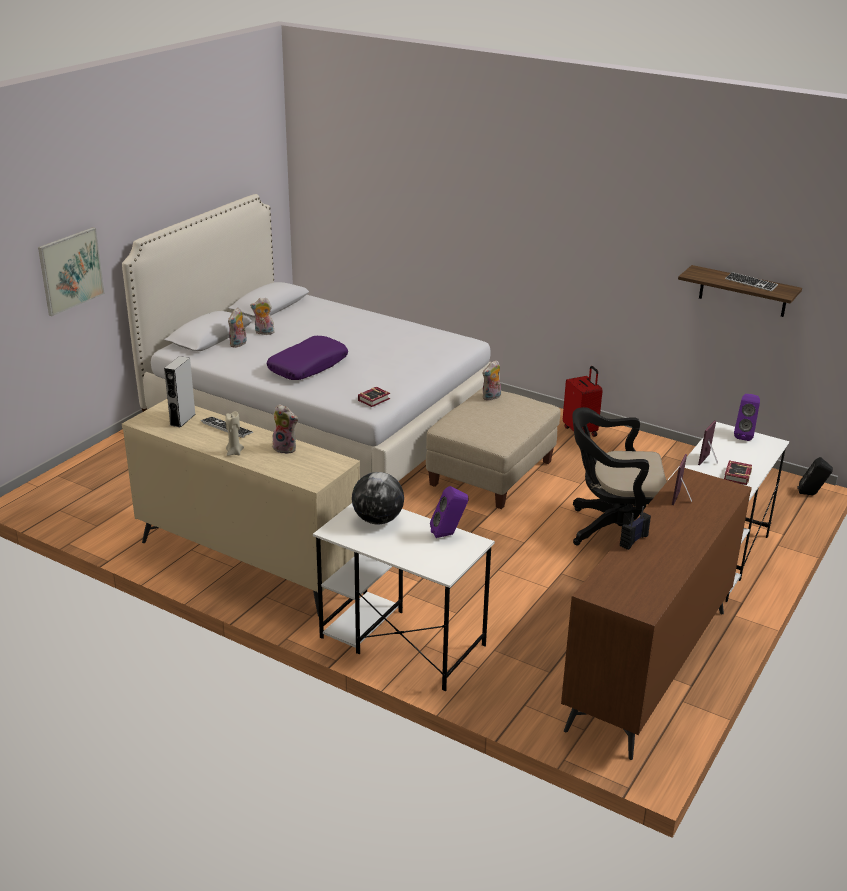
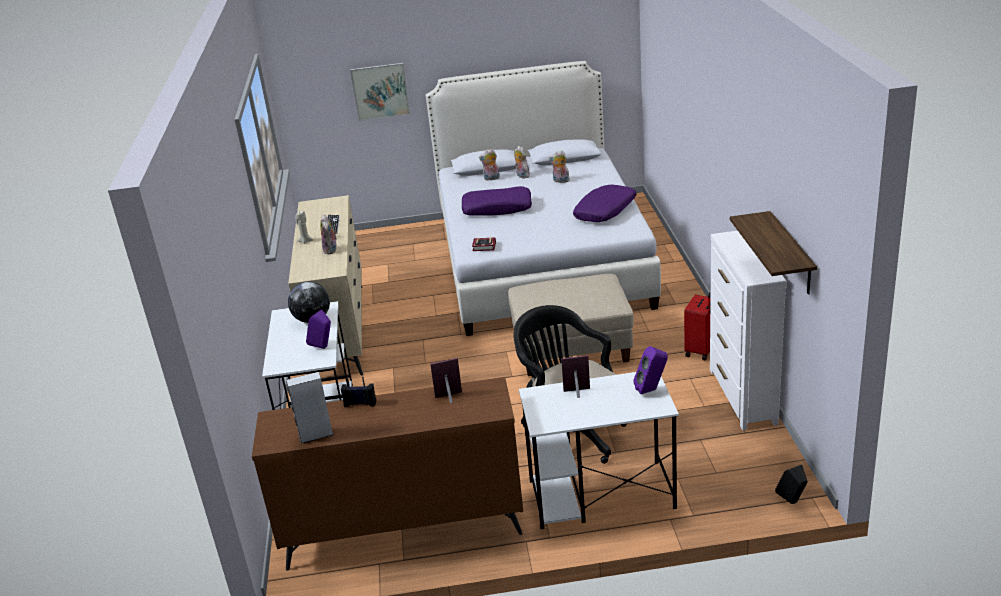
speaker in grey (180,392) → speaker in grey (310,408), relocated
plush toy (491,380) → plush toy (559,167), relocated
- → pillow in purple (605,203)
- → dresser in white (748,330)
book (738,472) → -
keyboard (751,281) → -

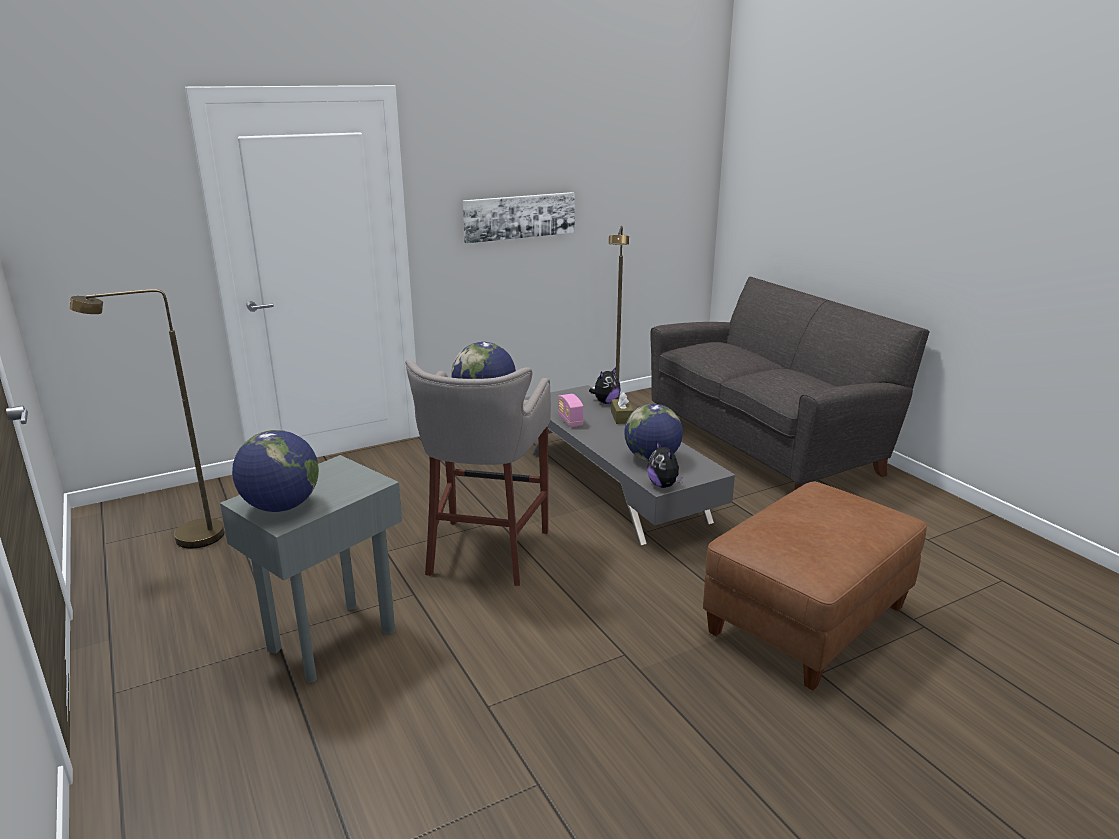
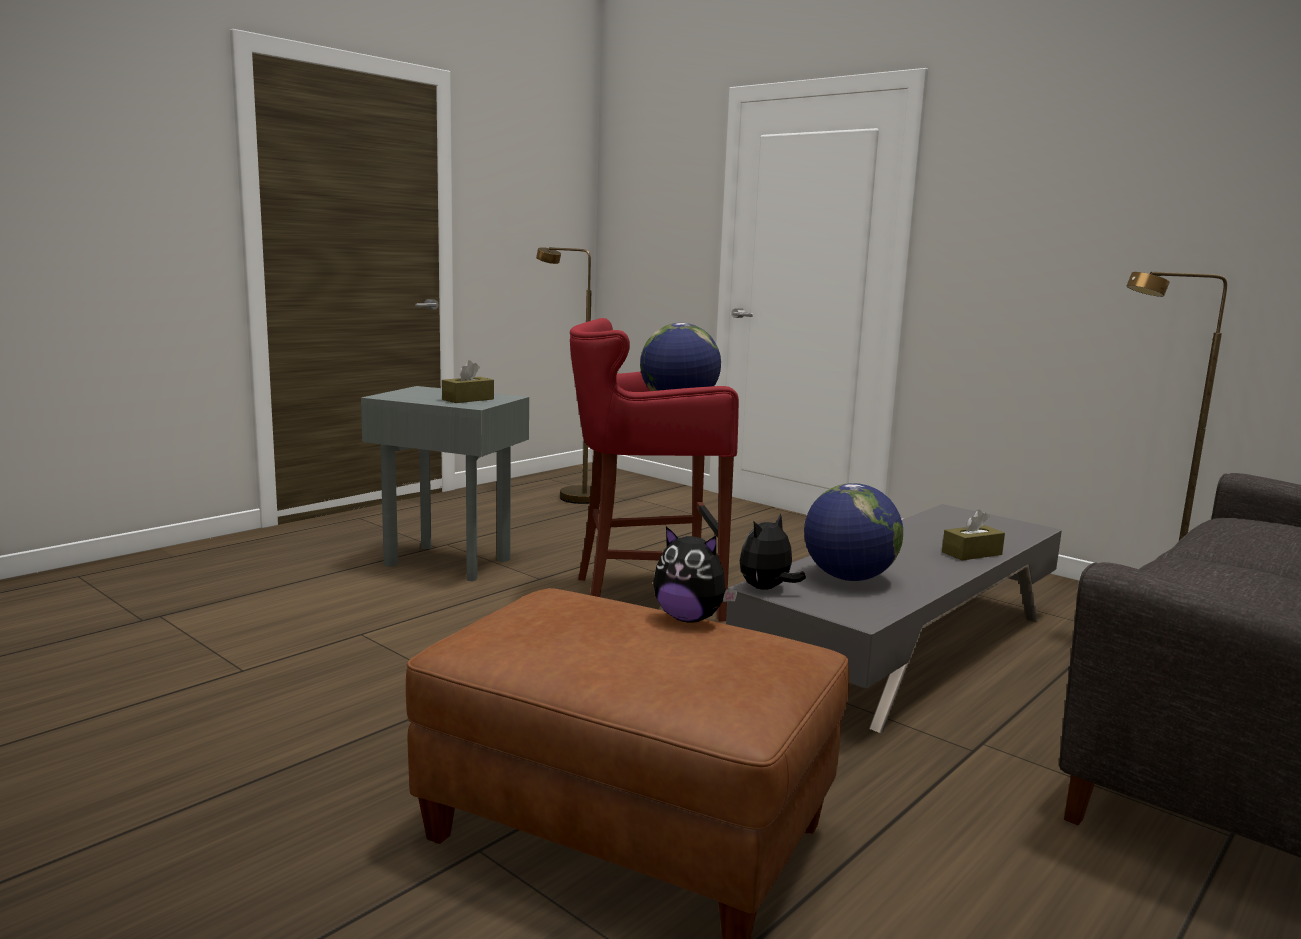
- → tissue box in brown (468,381)
stool in grey (478,473) → stool in red (654,470)
plush toy (605,385) → plush toy (695,574), relocated
globe (275,471) → -
picture (518,218) → -
radio (570,410) → -

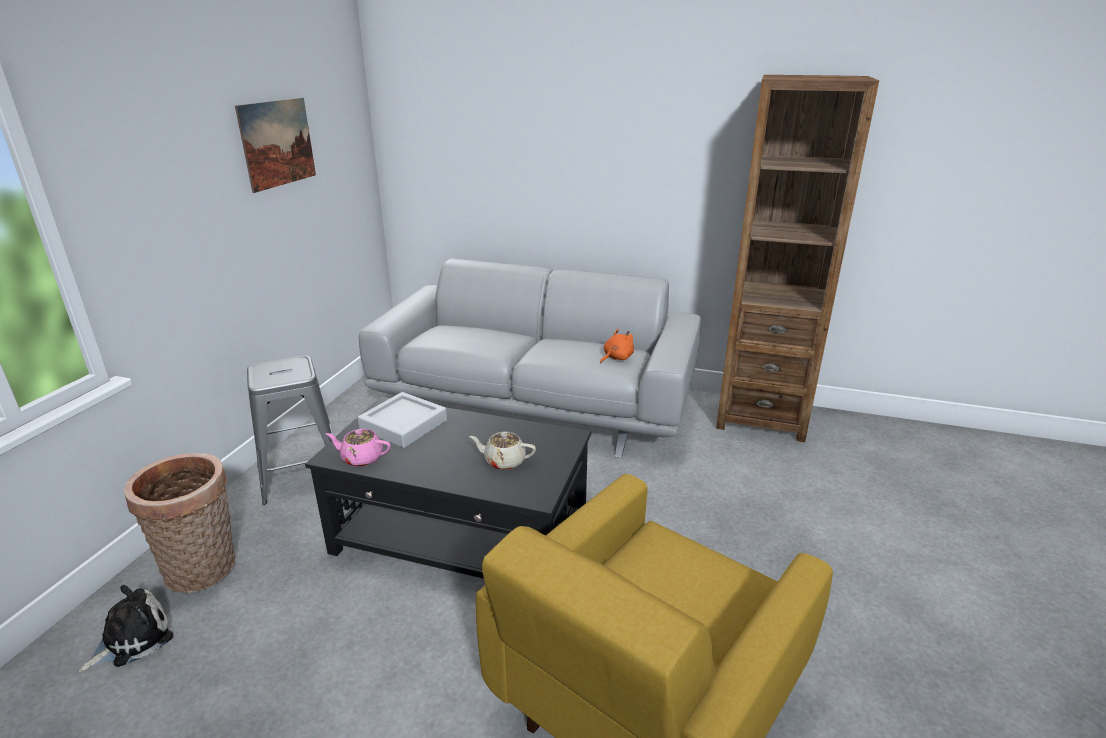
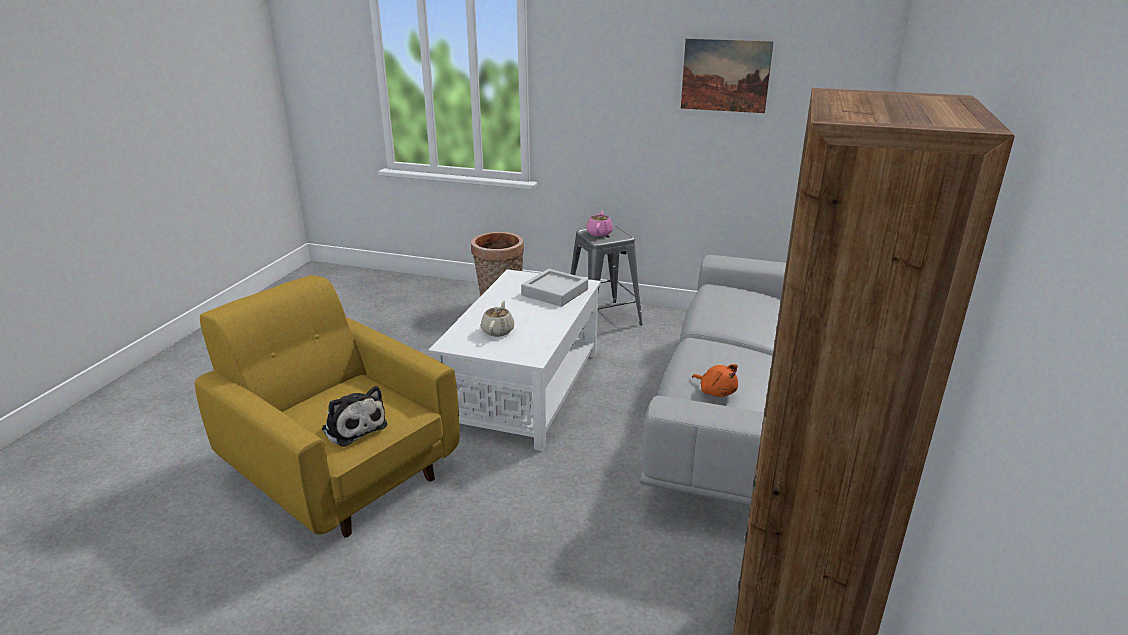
plush toy (126,628) → plush toy (354,416), relocated
coffee table in black (448,488) → coffee table in white (514,360)
teapot in pink (358,448) → teapot in pink (599,224), relocated

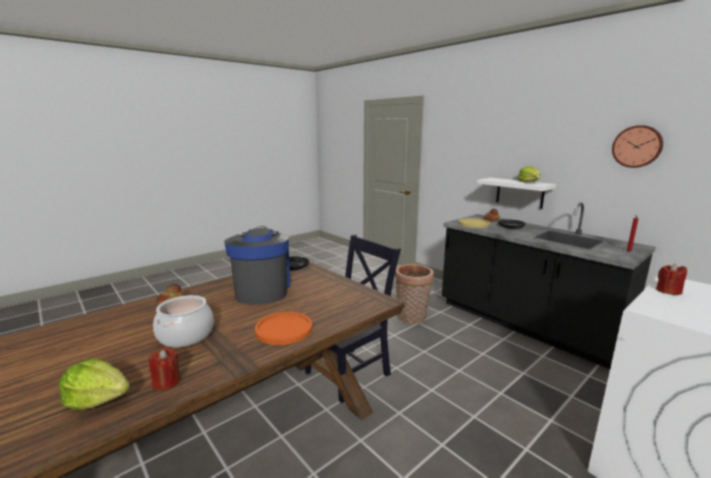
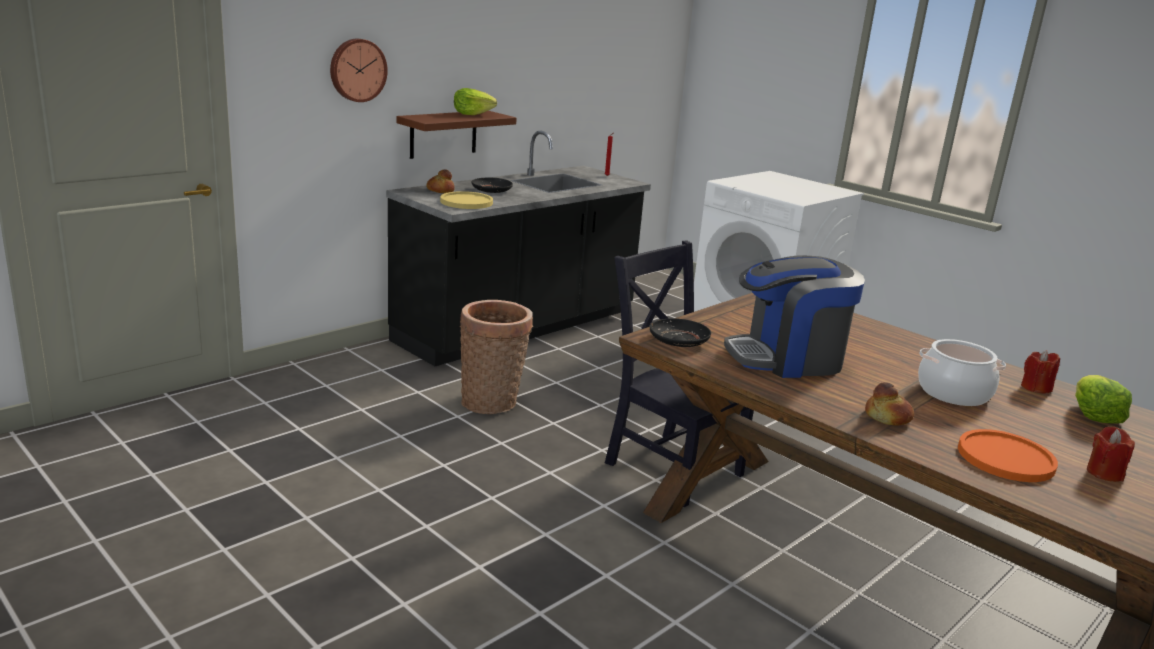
wall clock (637,146) → wall clock (359,70), relocated
shelf in white (516,193) → shelf in brown (457,135)
plate in orange (283,328) → plate in orange (1008,455), relocated
candle in red (671,279) → candle in red (1111,454), relocated

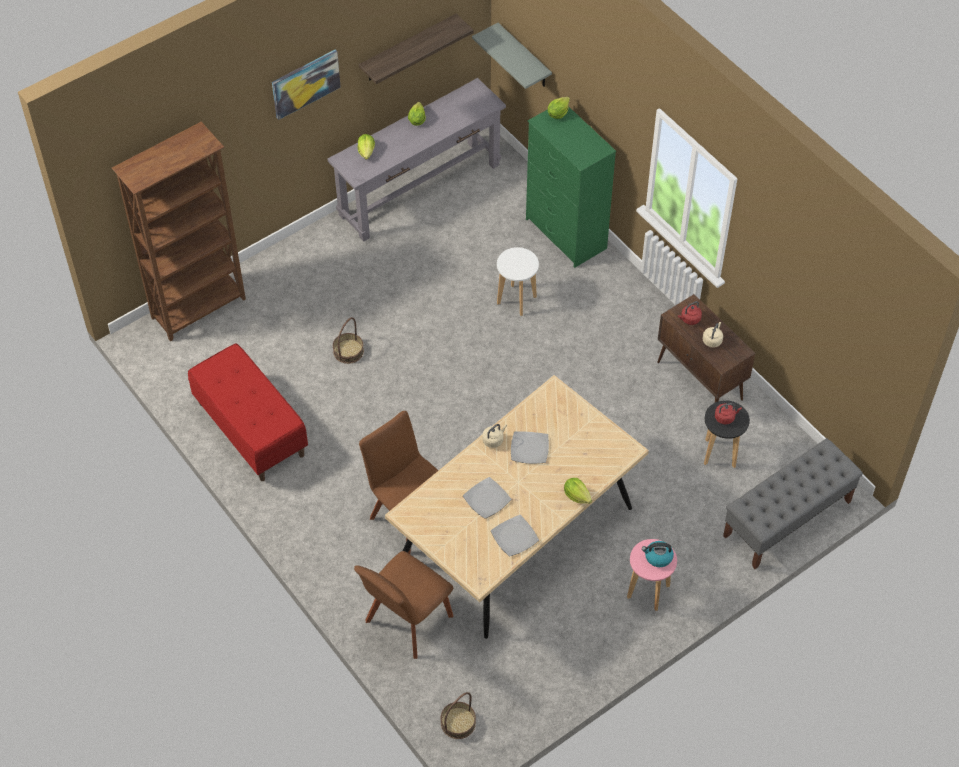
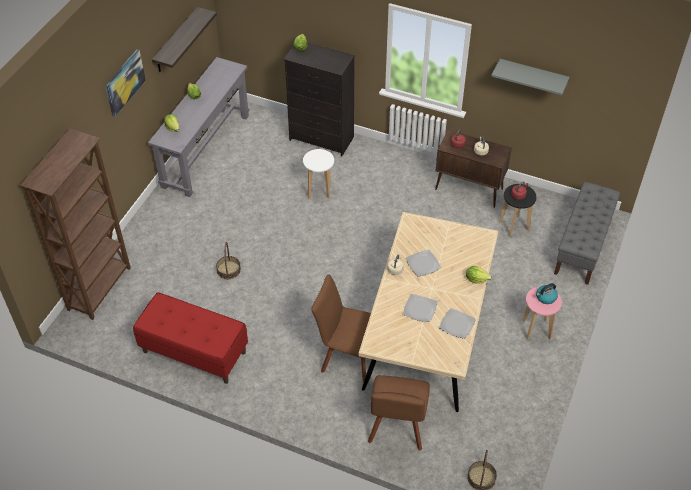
dresser in green (571,187) → dresser in black (319,99)
shelf in grey (512,56) → shelf in grey (530,77), relocated

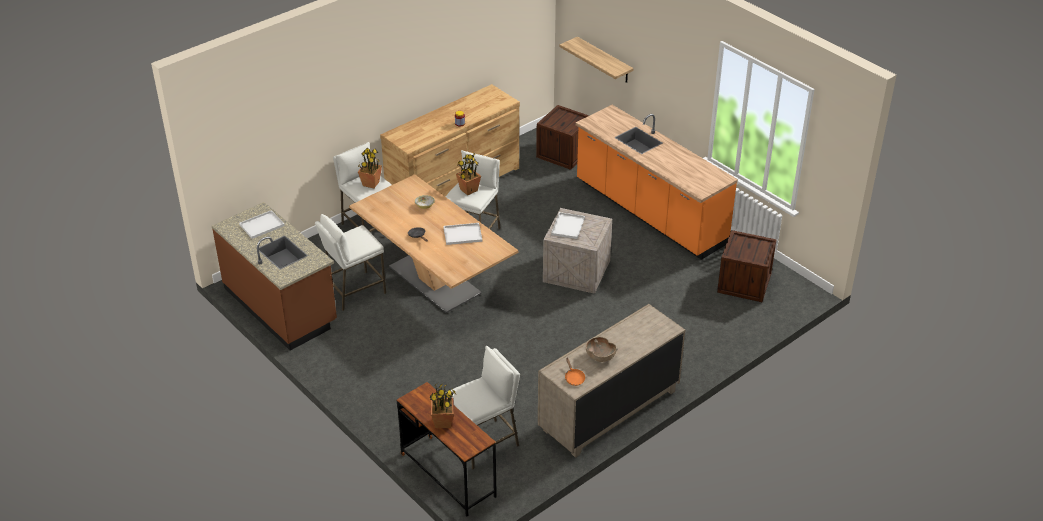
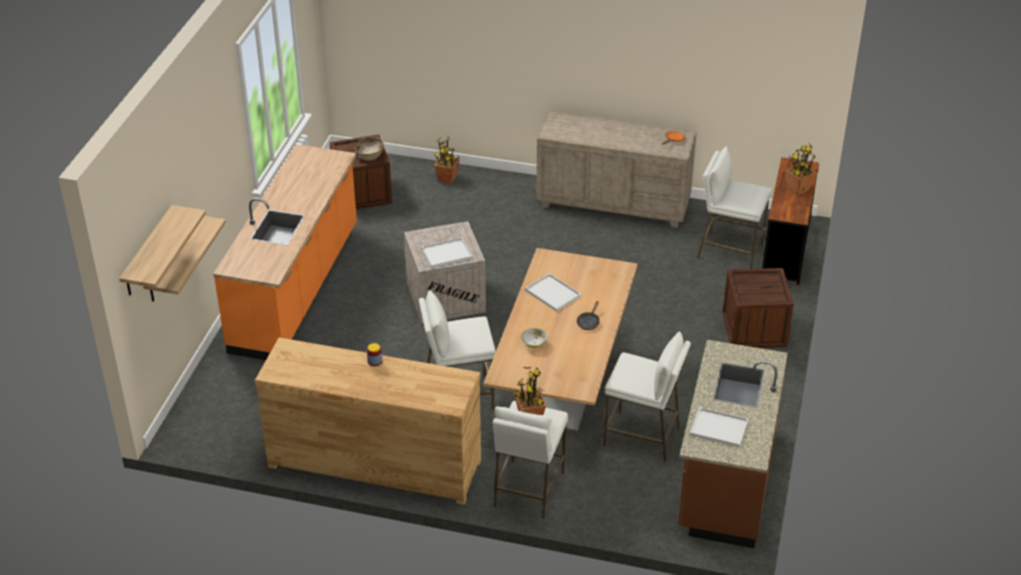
- → shelf (162,250)
bowl in brown (601,349) → bowl in brown (369,149), relocated
potted plant (468,173) → potted plant (447,160), relocated
crate (562,137) → crate (758,308), relocated

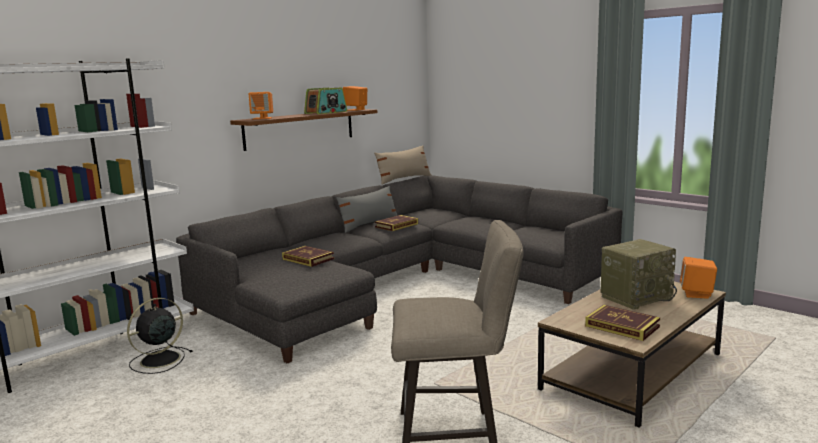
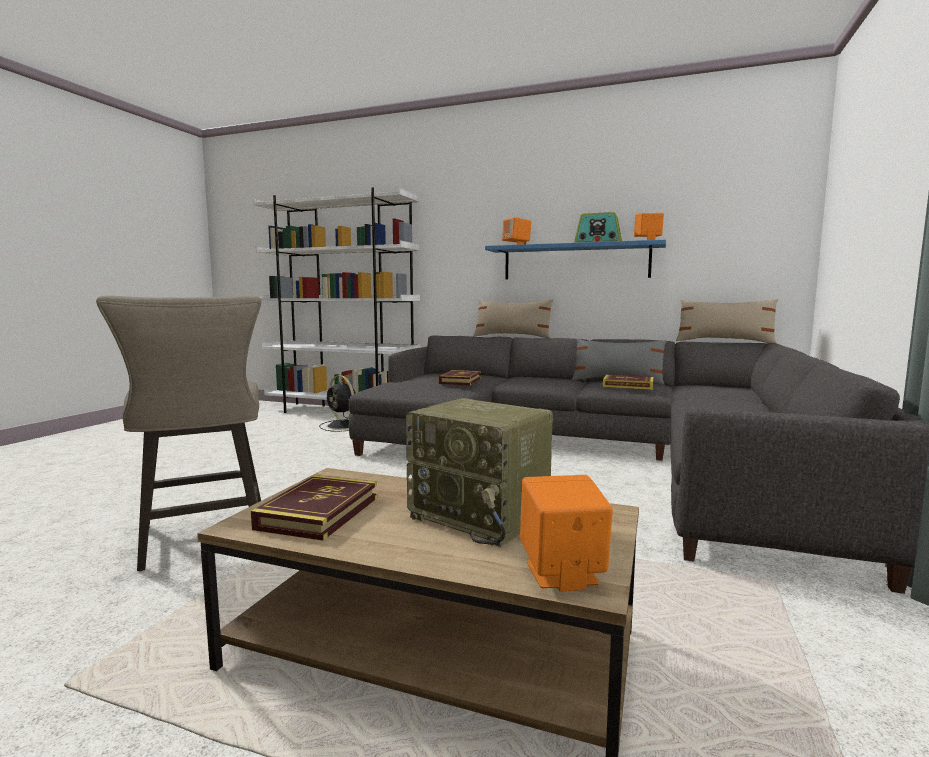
fan in black (160,336) → fan in black (337,403), 150 degrees counterclockwise
- → pillow in beige (513,318)
shelf in brown (303,130) → shelf in blue (575,259)

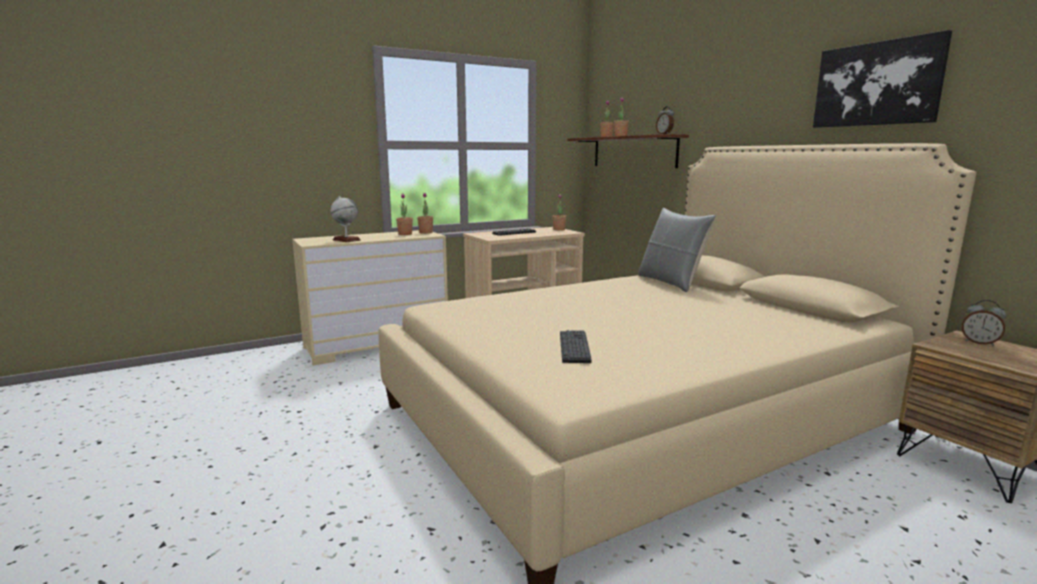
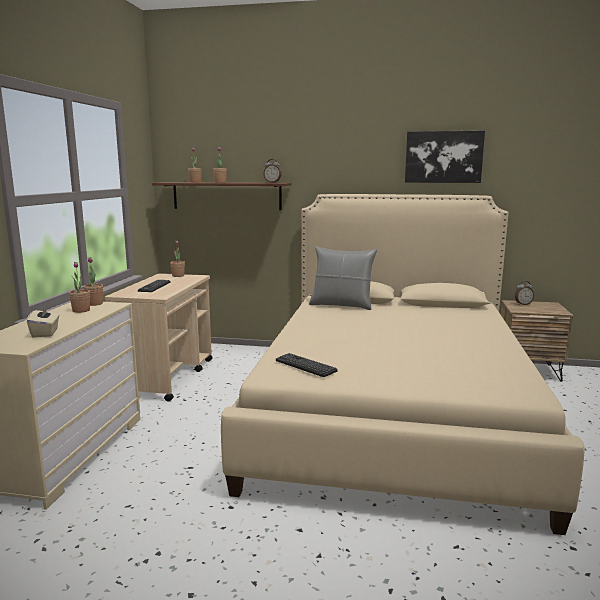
globe (346,219) → tissue box in beige (43,321)
keyboard (576,346) → keyboard (306,365), relocated

